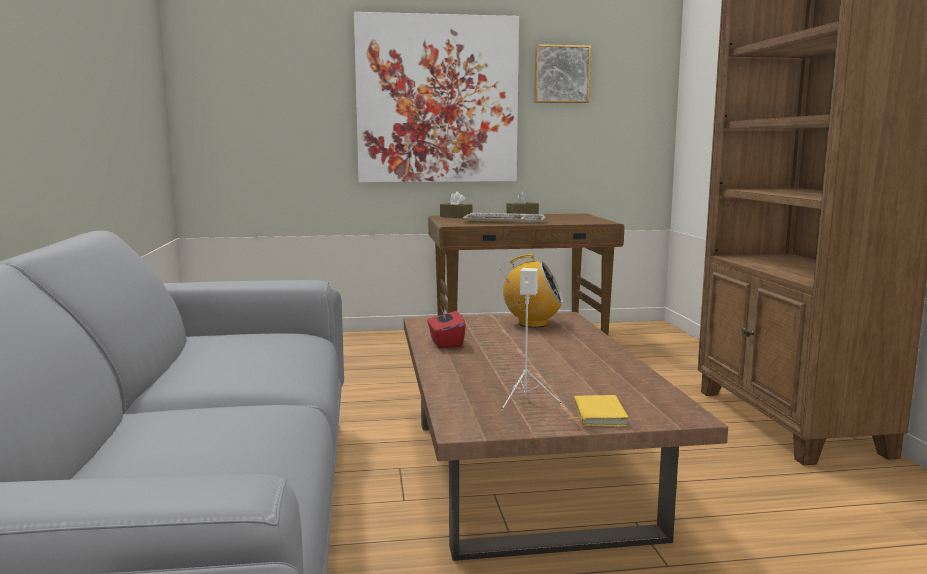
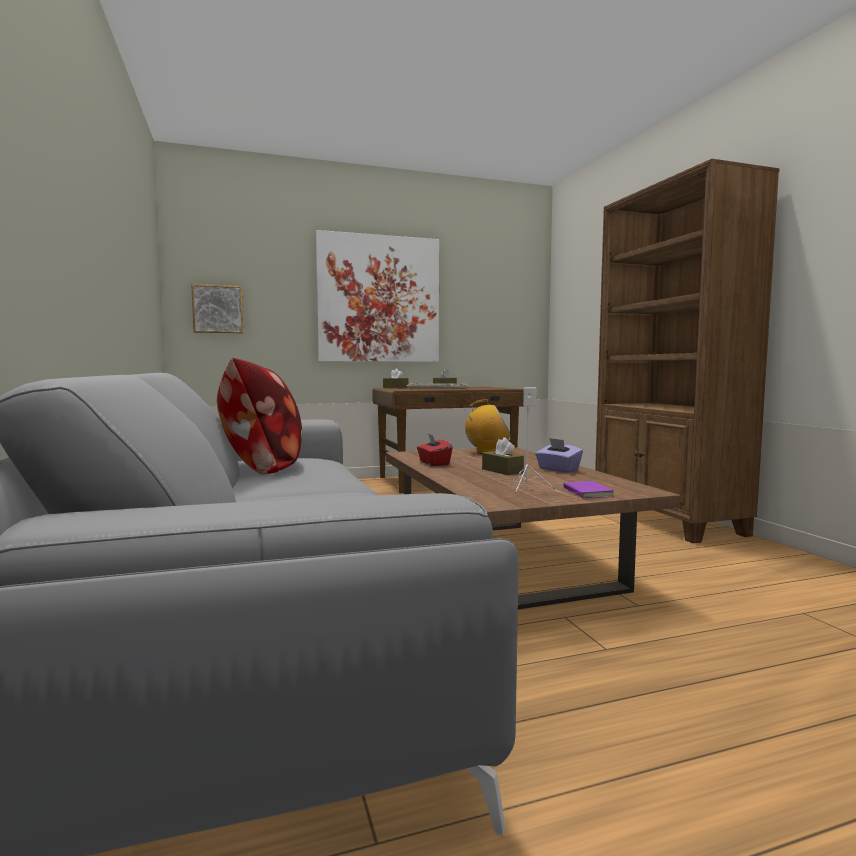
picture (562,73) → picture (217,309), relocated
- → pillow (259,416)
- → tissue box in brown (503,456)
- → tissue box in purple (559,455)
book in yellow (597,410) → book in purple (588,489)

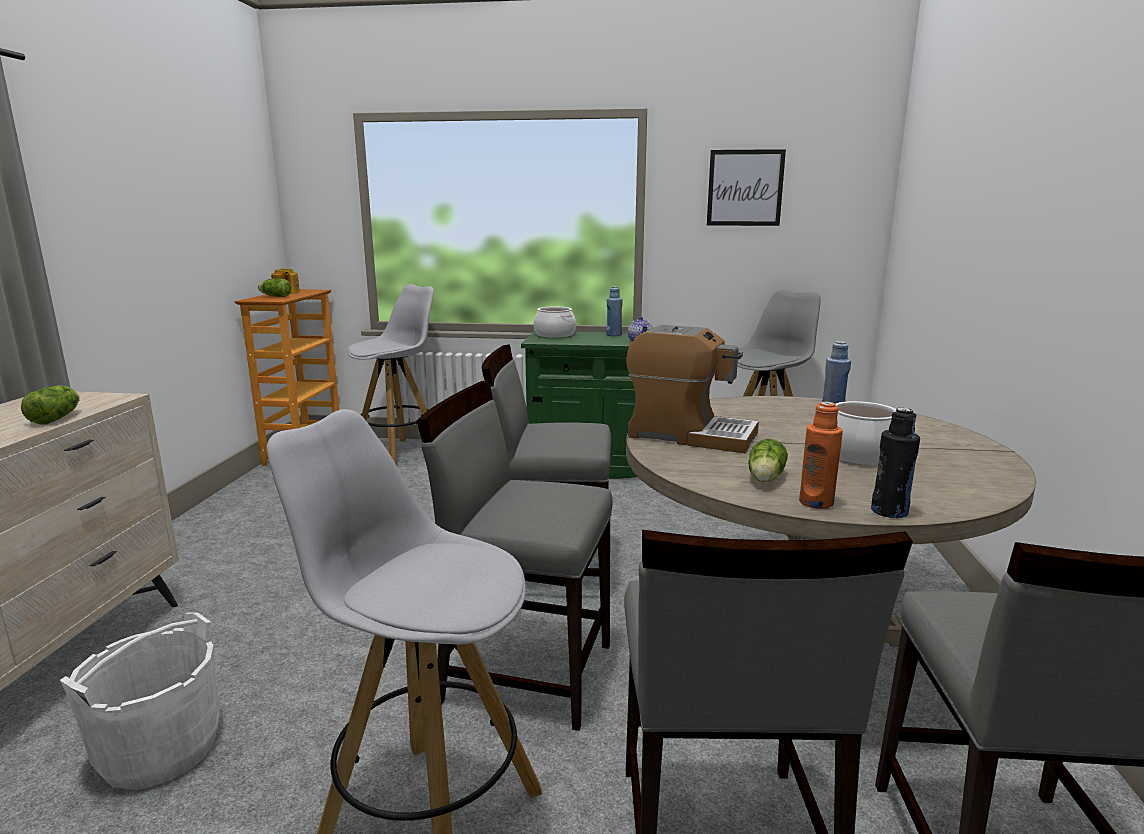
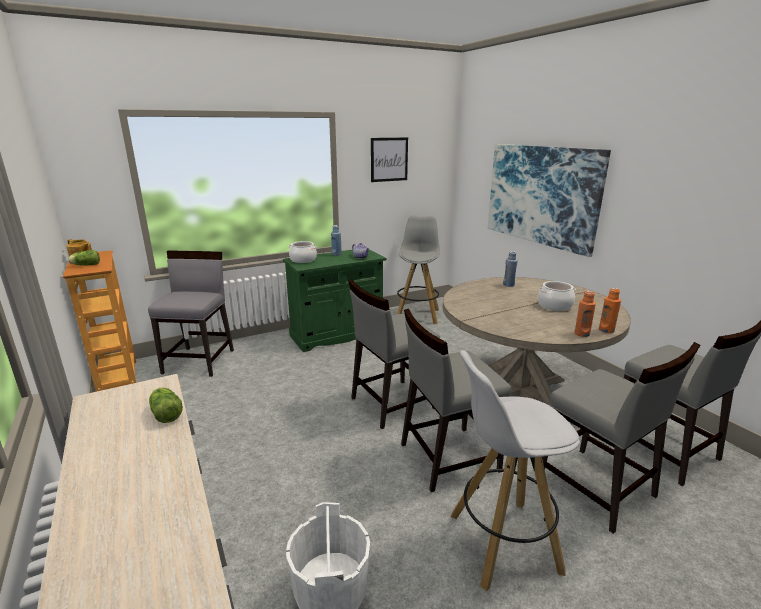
stool in white (391,375) → chair in grey (191,314)
- → picture (549,200)
bottle in black (895,463) → bottle in orange (610,310)
coffee machine (692,389) → -
lettuce (768,460) → -

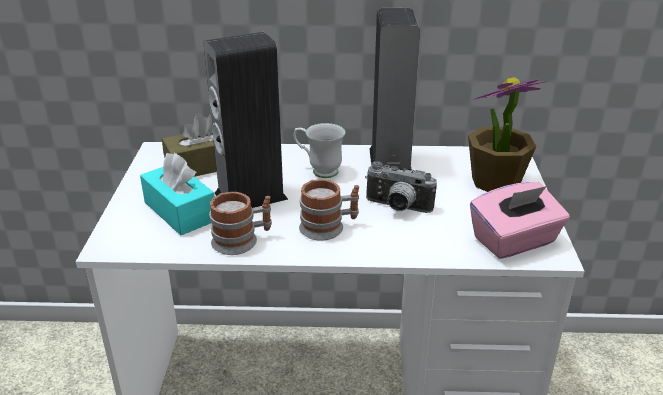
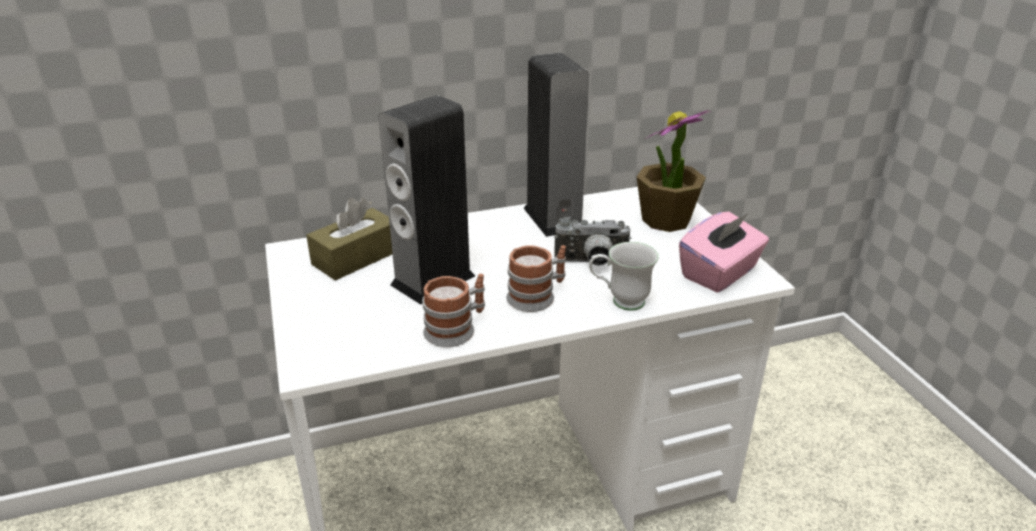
mug in white (319,150) → mug in white (624,276), relocated
tissue box in turquoise (177,194) → -

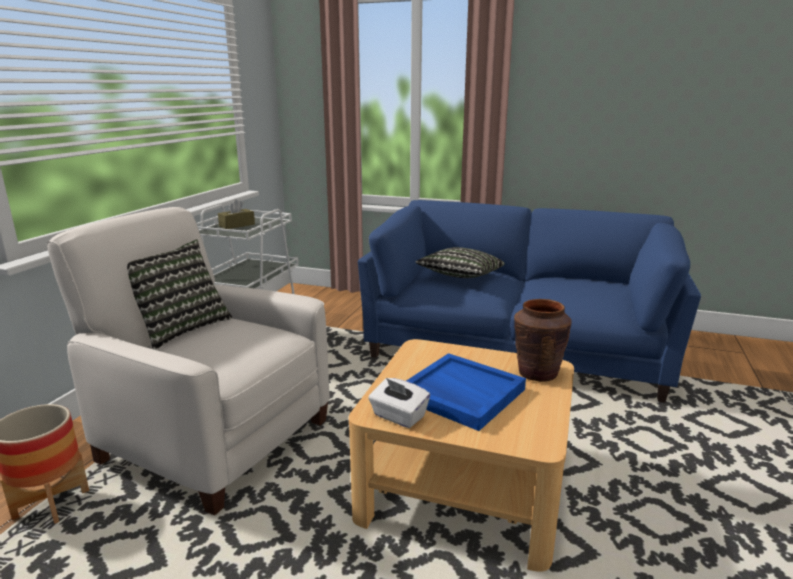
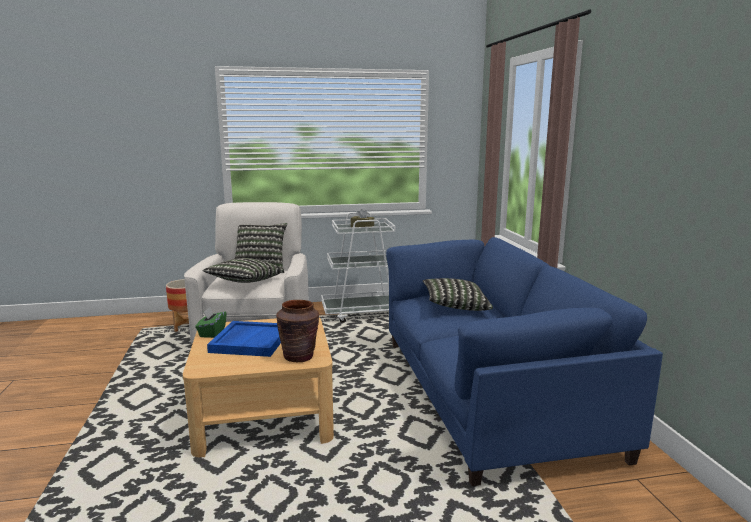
tissue box in white (399,403) → tissue box in green (211,322)
- → pillow (243,270)

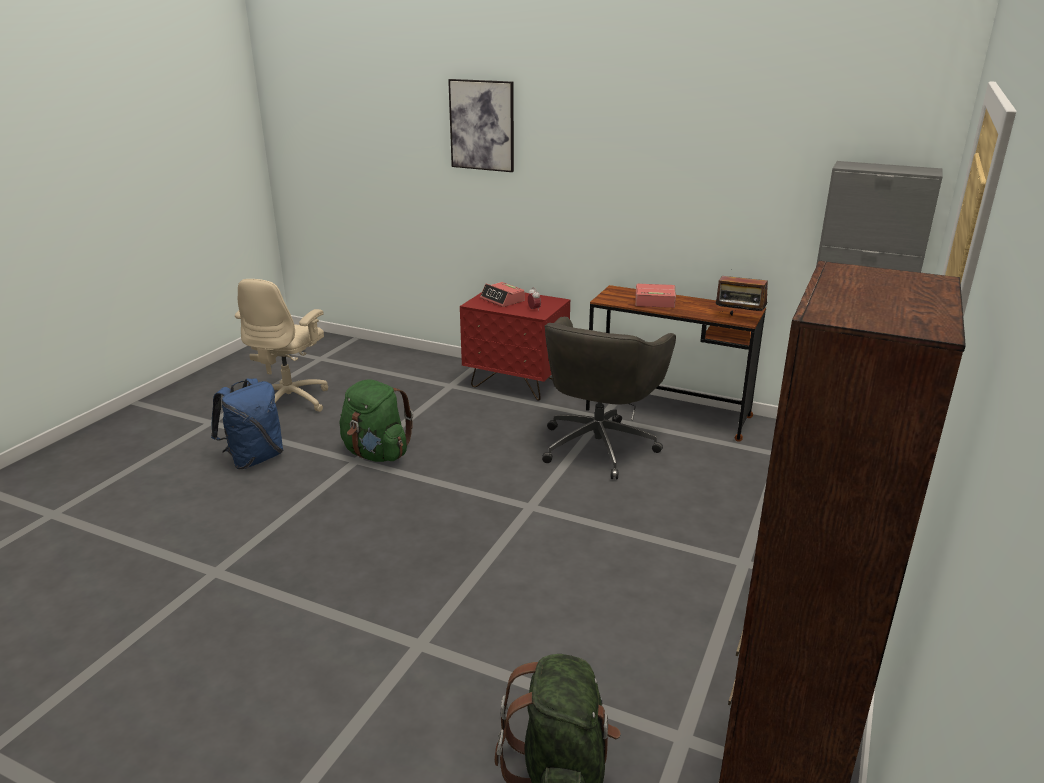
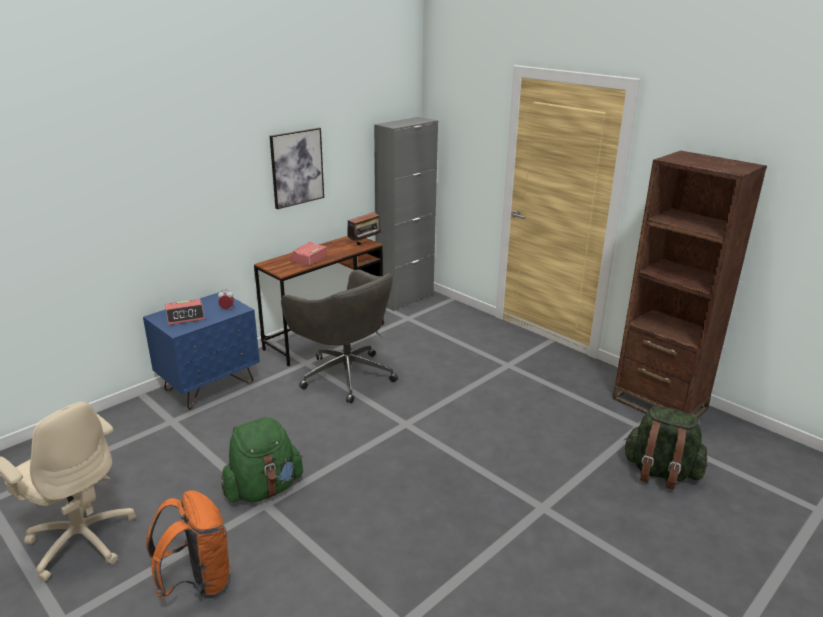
nightstand in red (515,346) → nightstand in blue (201,350)
backpack in blue (247,423) → backpack in orange (188,544)
picture (481,125) → picture (297,168), relocated

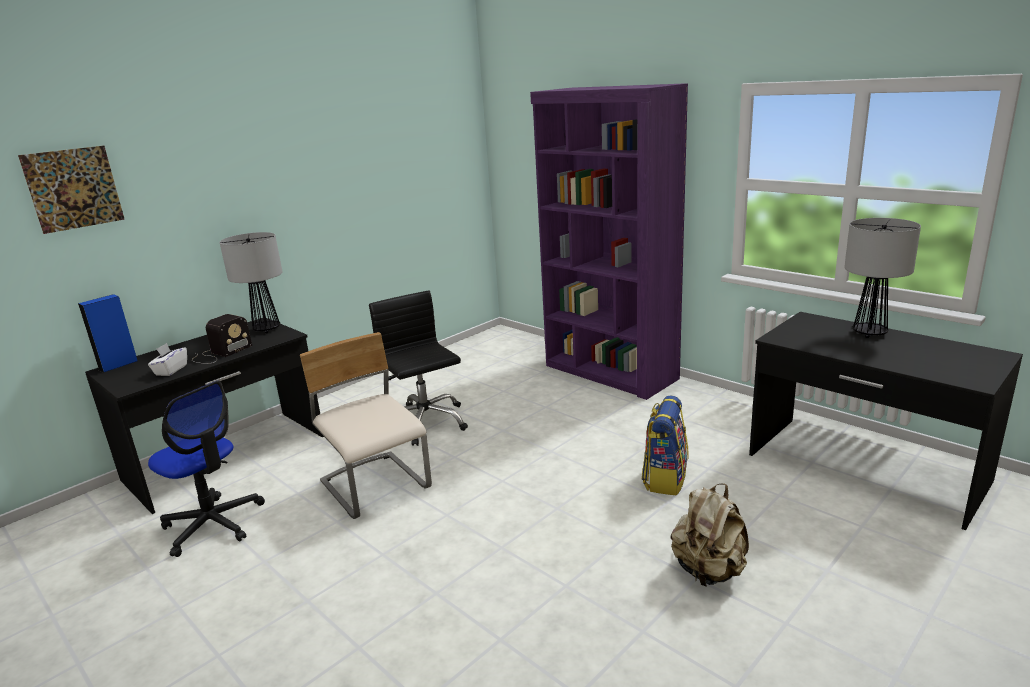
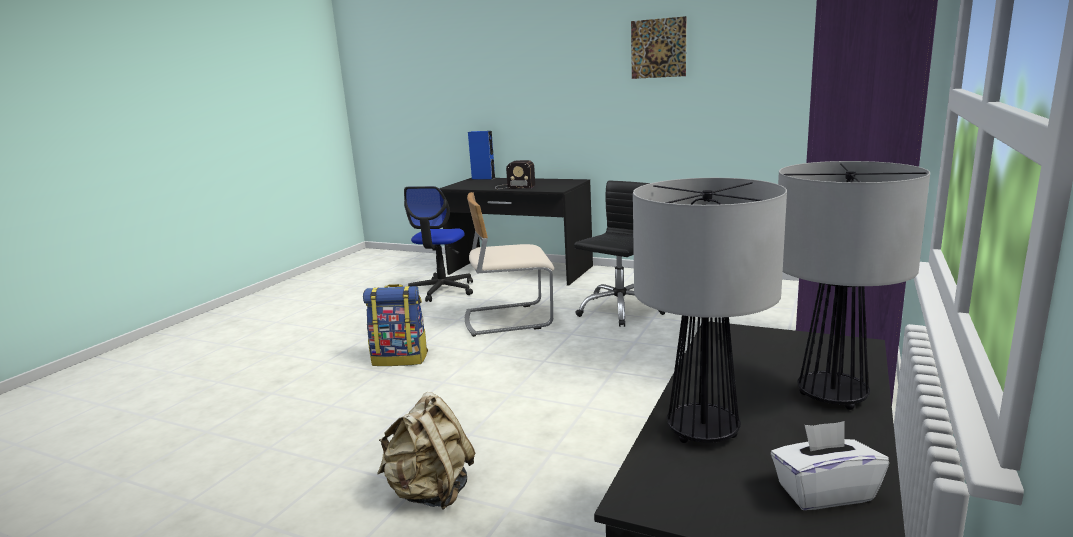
backpack (665,446) → backpack (395,325), relocated
chair in beige (366,425) → chair in beige (509,264), 135 degrees counterclockwise
picture (71,190) → picture (658,47), relocated
table lamp (251,282) → table lamp (710,310), relocated
tissue box in white (167,359) → tissue box in white (830,465), relocated

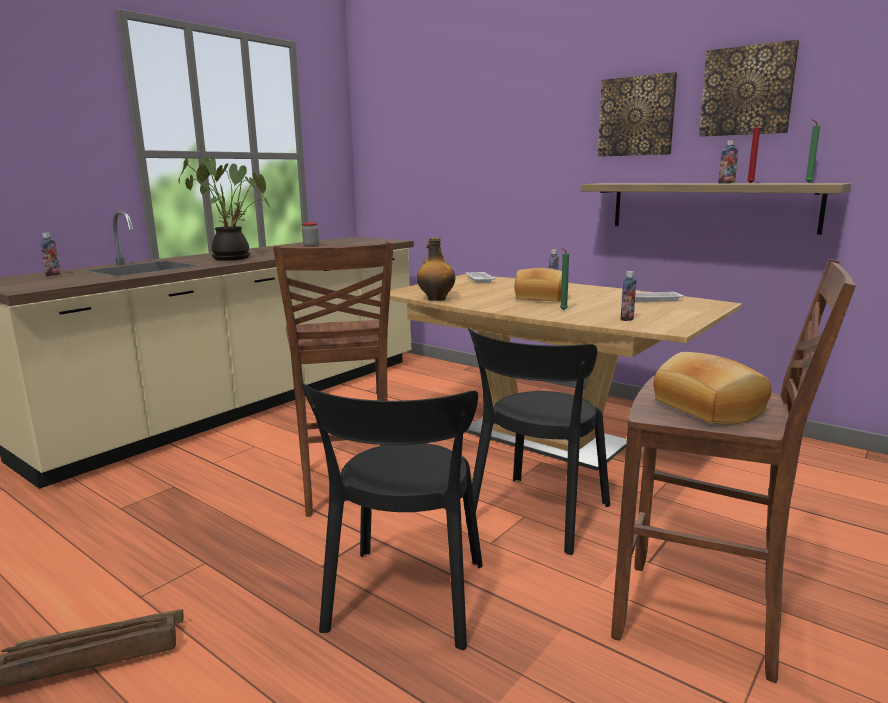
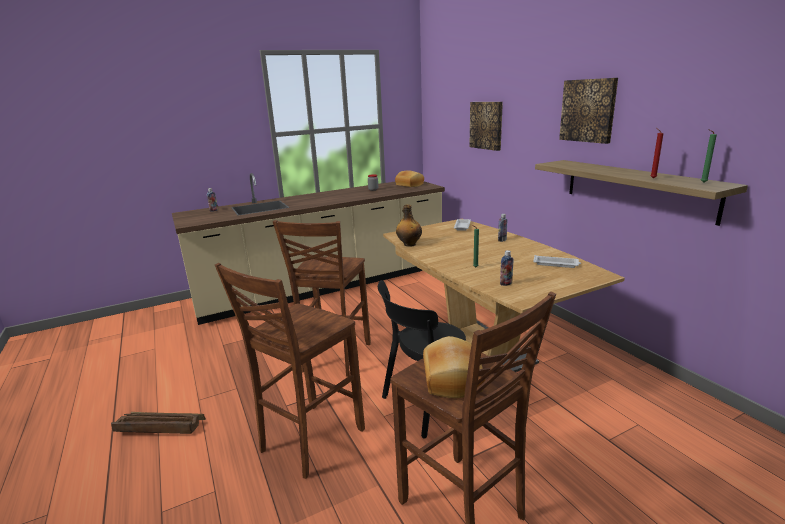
chair in black (392,516) → stool in brown (290,371)
bread (538,285) → bread (409,179), relocated
picture (749,88) → picture (486,126), relocated
potted plant (223,208) → -
bottle (728,162) → -

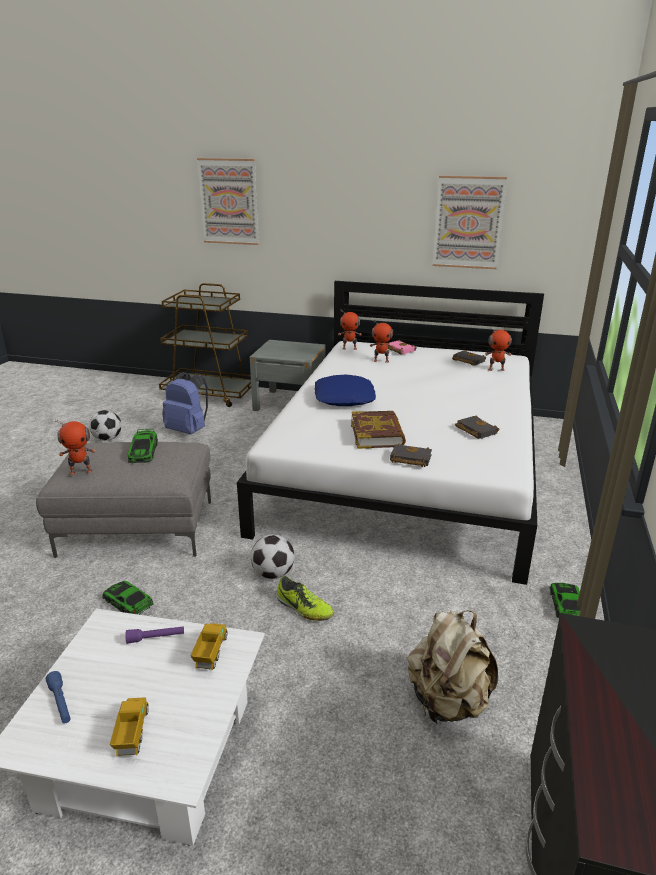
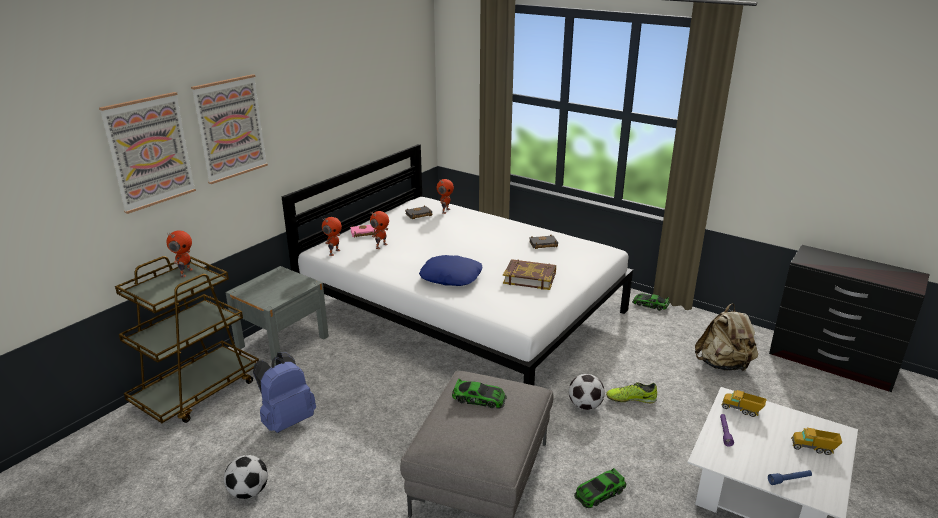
toy robot (75,447) → toy robot (179,253), relocated
picture (470,222) → picture (229,129), relocated
shoe (305,598) → shoe (631,392), 150 degrees counterclockwise
book in black (411,455) → -

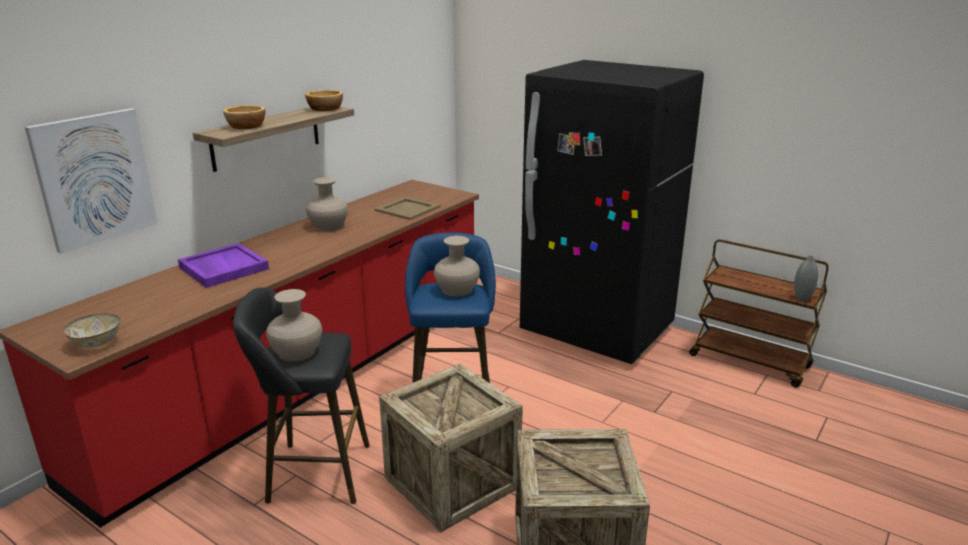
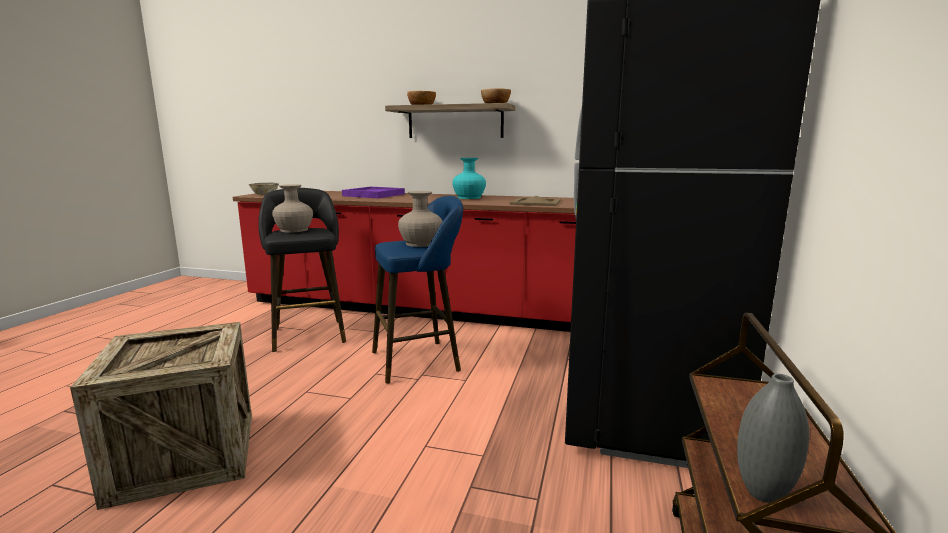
vase in beige (327,204) → vase in turquoise (469,178)
picture (91,181) → -
crate (451,448) → -

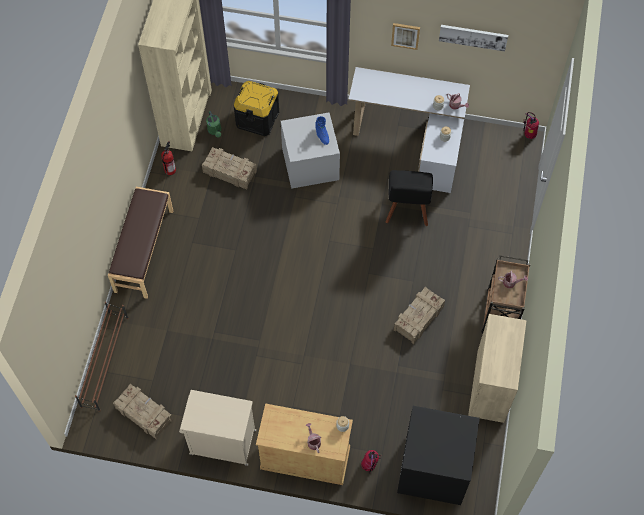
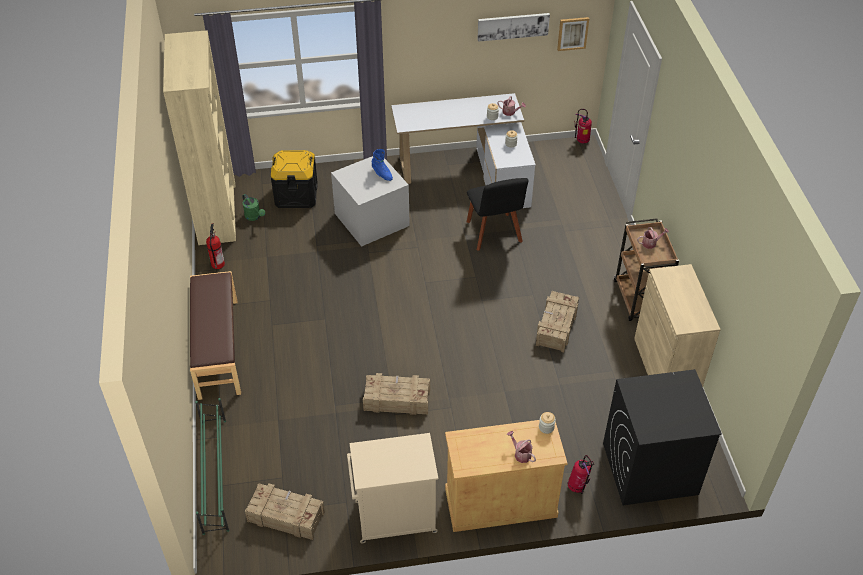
shoe rack in brown (102,357) → shoe rack in green (212,466)
crate (229,168) → crate (396,394), relocated
picture (405,36) → picture (573,34), relocated

